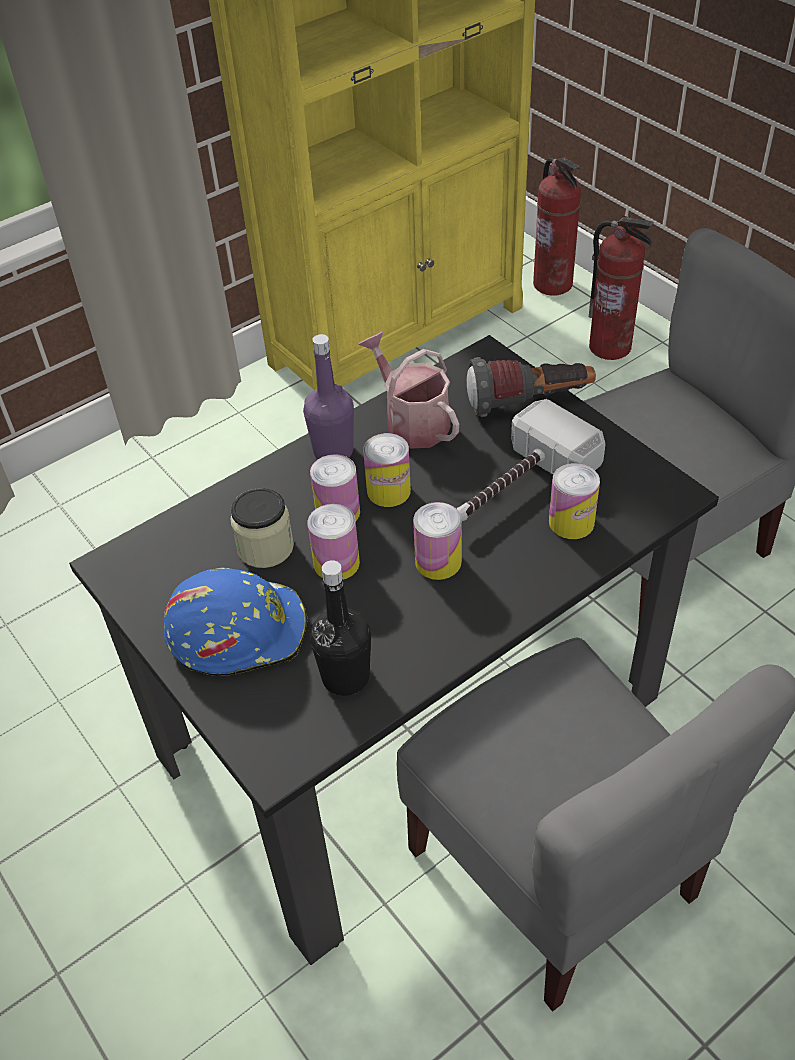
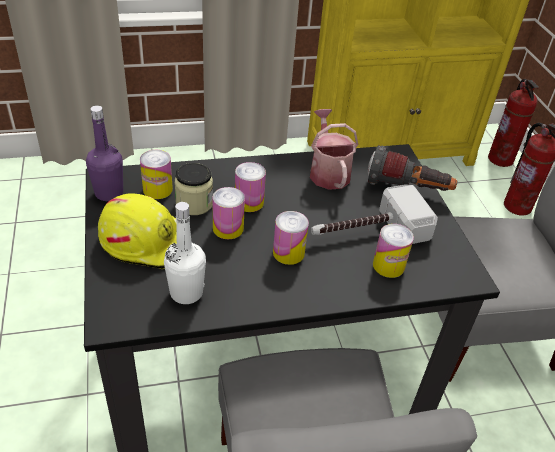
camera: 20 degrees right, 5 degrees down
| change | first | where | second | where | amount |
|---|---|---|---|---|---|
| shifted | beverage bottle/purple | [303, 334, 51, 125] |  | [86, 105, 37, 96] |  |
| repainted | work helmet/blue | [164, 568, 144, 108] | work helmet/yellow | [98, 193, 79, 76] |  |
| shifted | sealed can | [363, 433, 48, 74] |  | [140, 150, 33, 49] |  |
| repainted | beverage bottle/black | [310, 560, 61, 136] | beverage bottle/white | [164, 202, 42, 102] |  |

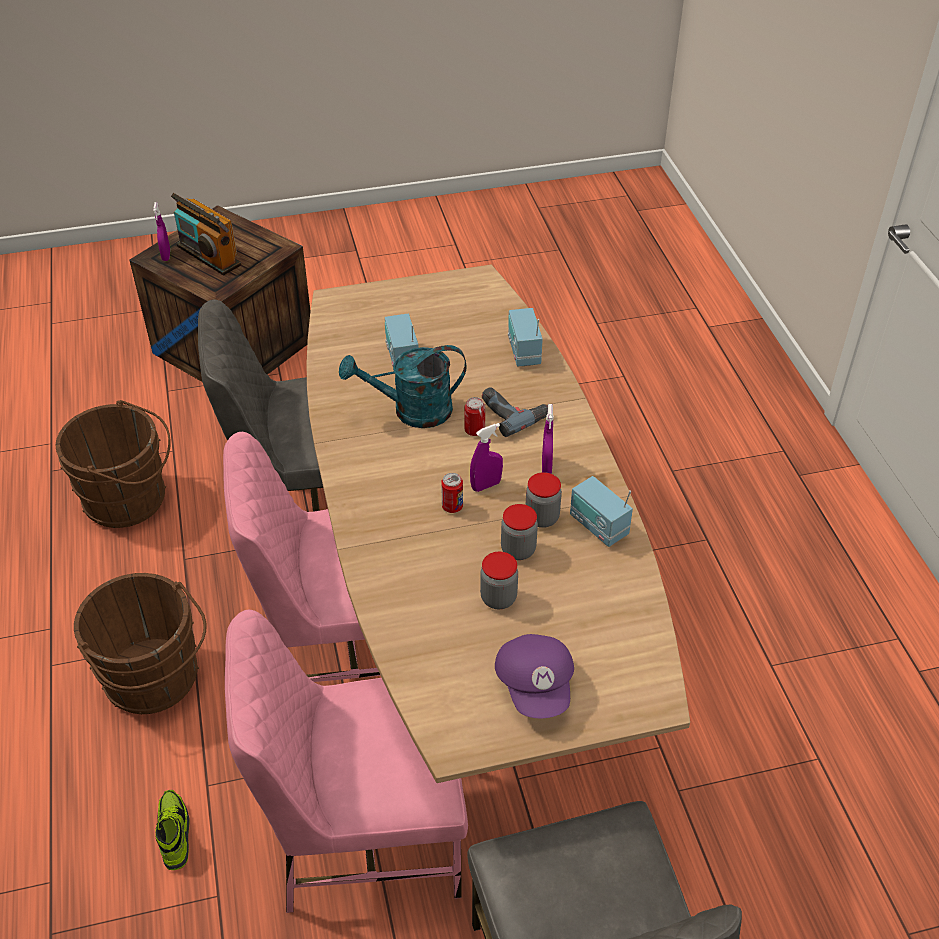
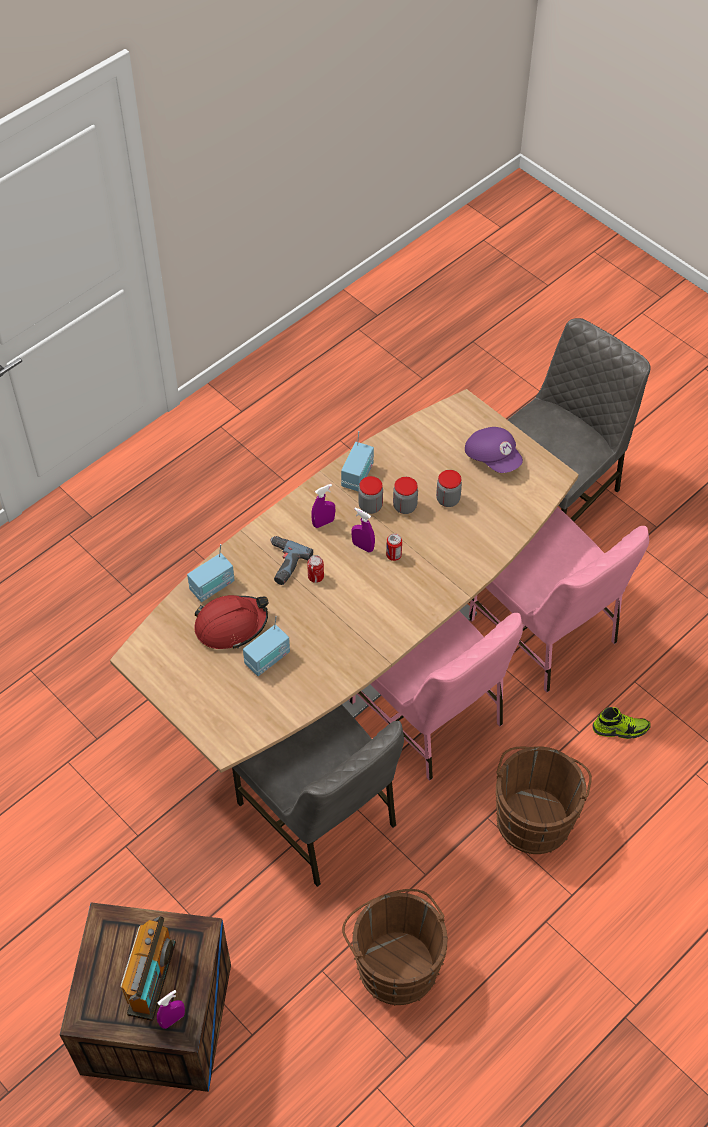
camera: 120 degrees left, 10 degrees up
| change | first | where | second | where | amount |
|---|---|---|---|---|---|
| new |  |  | work helmet/reddish | [195, 595, 74, 54] |  |
| rotated | peaked cap/purple | [495, 634, 79, 84] |  | [465, 427, 58, 46] | 90 degrees clockwise |
| rotated | item of footwear | [155, 790, 35, 80] |  | [593, 707, 58, 32] | 135 degrees counterclockwise |
| gone | sprinkling can/turquoise | [339, 345, 128, 83] |  |  |  |

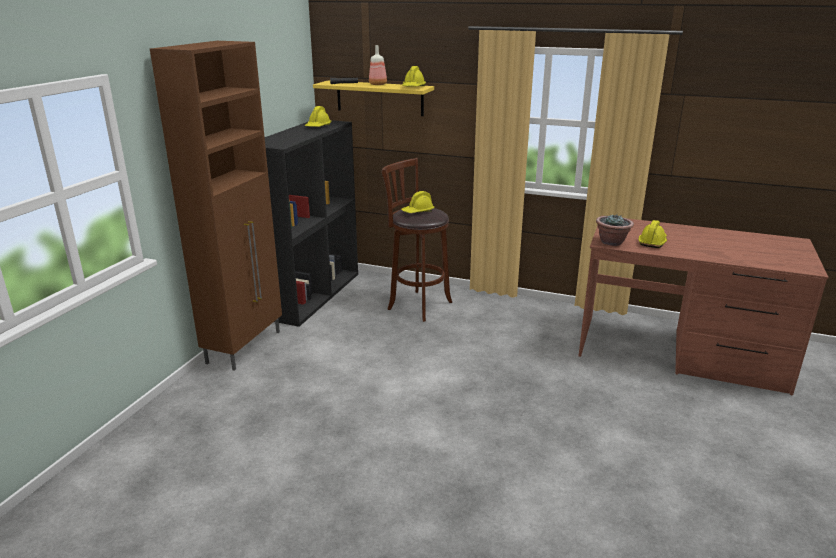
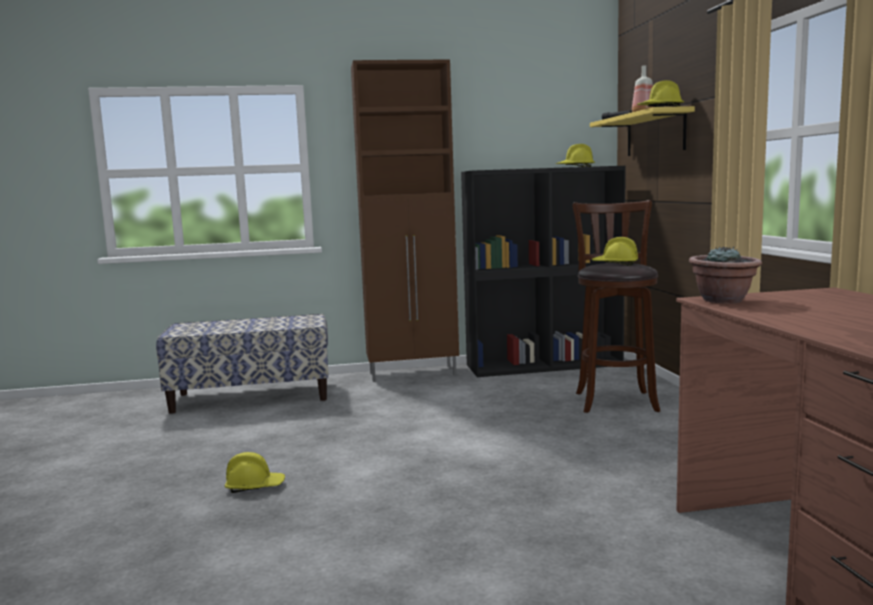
camera: 60 degrees right, 15 degrees down
| change | first | where | second | where | amount |
|---|---|---|---|---|---|
| new |  |  | bench | [156, 314, 173, 100] |  |
| shifted | work helmet/yellow | [639, 220, 28, 28] |  | [225, 452, 60, 41] |  |

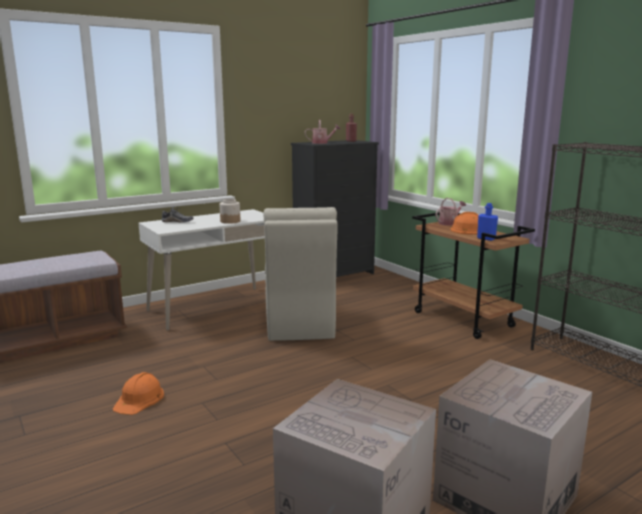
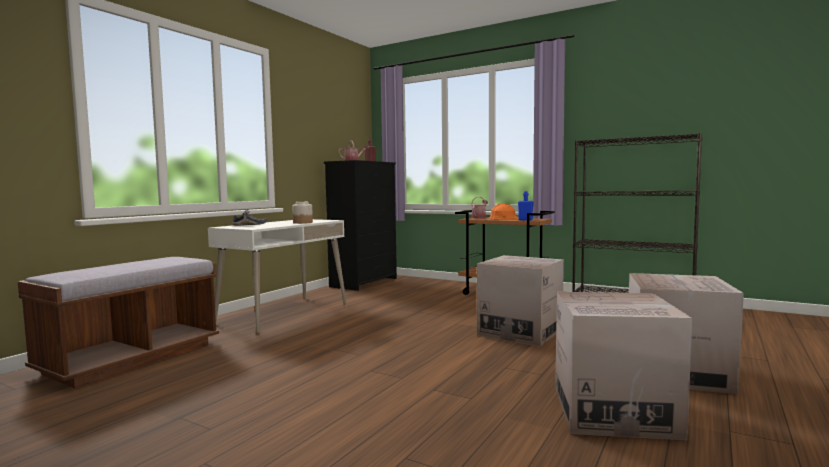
camera: 25 degrees left, 10 degrees down
| change | first | where | second | where | amount |
|---|---|---|---|---|---|
| new |  |  | cardboard box | [477, 255, 87, 92] |  |
| gone | work helmet/orange-coloured | [113, 372, 51, 43] |  |  |  |
| gone | plain chair/beige-coloured | [264, 207, 74, 134] |  |  |  |

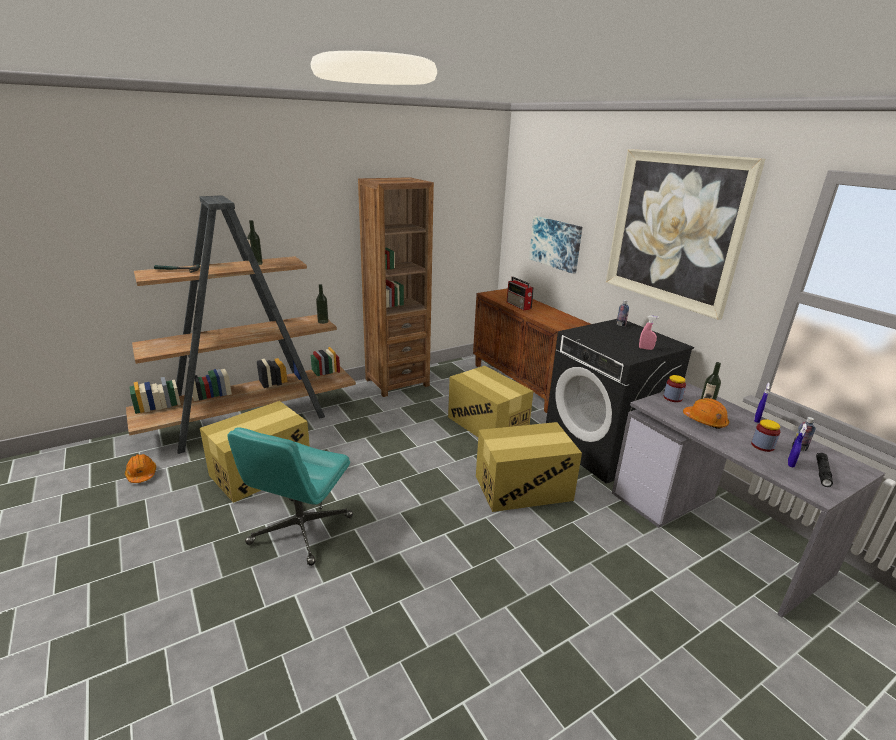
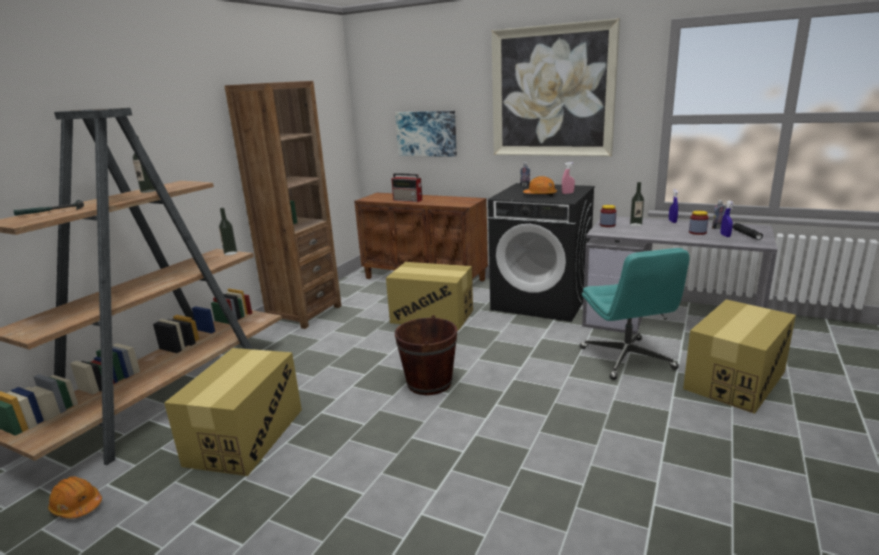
camera: 30 degrees left, 5 degrees down
| change | first | where | second | where | amount |
|---|---|---|---|---|---|
| new |  |  | bucket/brown-coloured | [395, 315, 62, 80] |  |
| shifted | work helmet/orange-coloured | [683, 398, 46, 31] |  | [523, 176, 34, 20] |  |
| shifted | desk chair/turquoise | [228, 427, 125, 139] |  | [580, 248, 110, 132] |  |
| shifted | cardboard box | [476, 422, 106, 90] |  | [683, 299, 113, 115] |  |

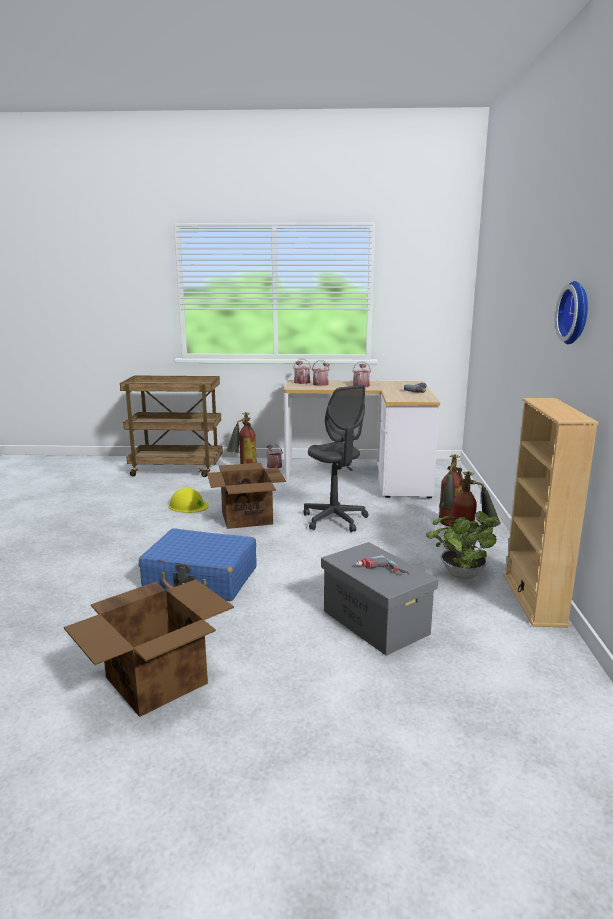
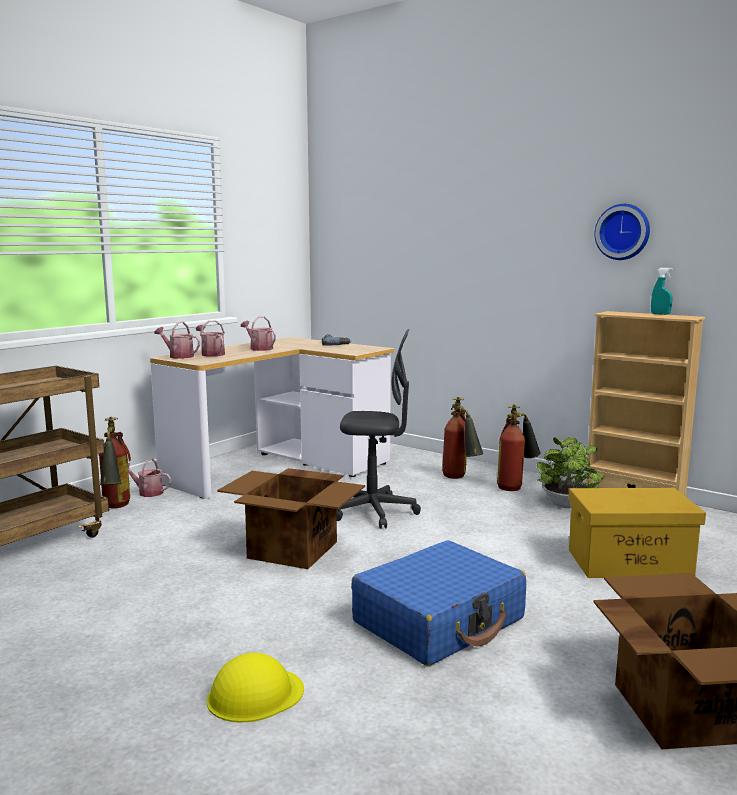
camera: 55 degrees left, 5 degrees down
| change | first | where | second | where | amount |
|---|---|---|---|---|---|
| shifted | work helmet/yellow | [168, 488, 41, 25] |  | [207, 653, 97, 69] |  |
| repainted | storage box/grey | [321, 542, 117, 114] | storage box/yellow | [569, 488, 137, 90] |  |
| new |  |  | hand sprayer/turquoise | [651, 268, 22, 47] |  |
| gone | power drill | [355, 555, 55, 20] |  |  |  |

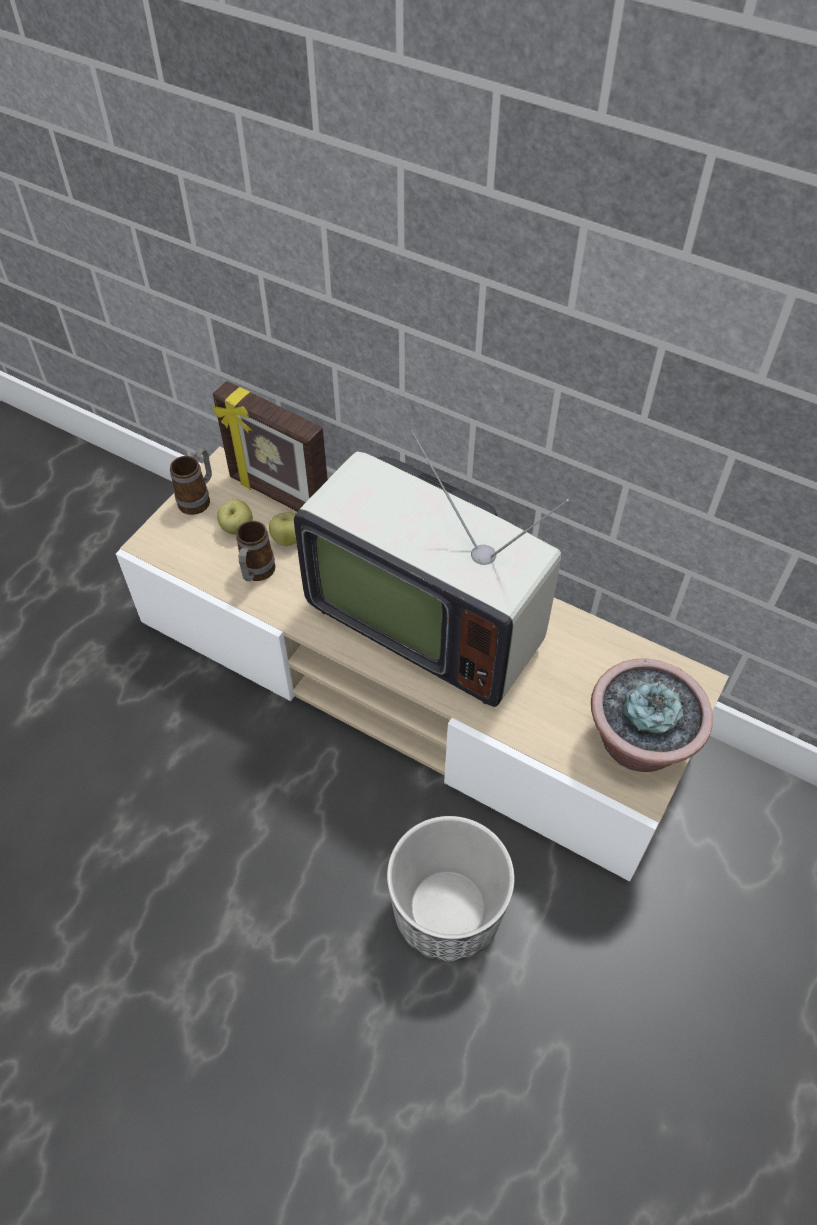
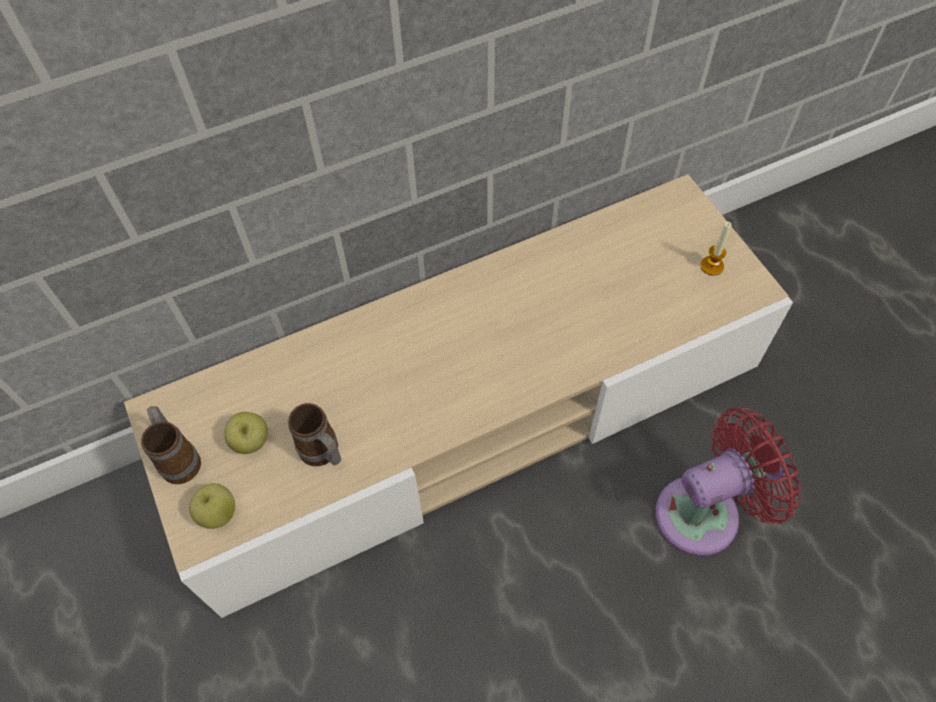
camera: 55 degrees left, 5 degrees up
| change | first | where | second | where | amount |
|---|---|---|---|---|---|
| shifted | apple fruit | [269, 512, 27, 34] |  | [189, 483, 46, 46] |  |
| swapped | plant pot | [387, 816, 128, 146] | cooling fan/reddish | [655, 408, 146, 148] |  |
| swapped | houseplant | [591, 659, 122, 113] | wax light | [701, 222, 31, 54] |  |
| gone | photo frame | [213, 381, 115, 131] |  |  |  |
| gone | television | [294, 429, 275, 278] |  |  |  |

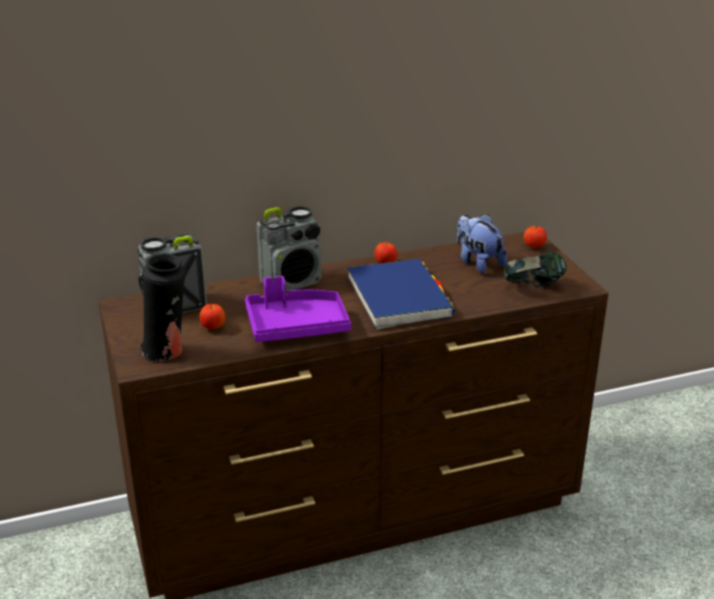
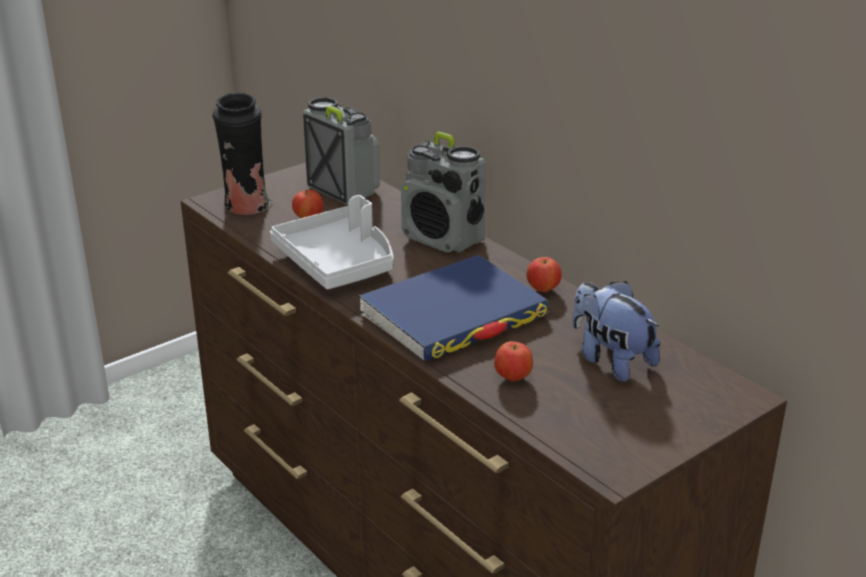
camera: 70 degrees right, 0 degrees up
| change | first | where | second | where | amount |
|---|---|---|---|---|---|
| repainted | tray/purple | [245, 276, 106, 66] | tray/grey | [270, 195, 123, 94] |  |
| shifted | apple fruit | [524, 226, 23, 23] |  | [494, 341, 39, 40] |  |
| rotated | cuddly toy | [457, 214, 50, 60] |  | [572, 281, 88, 101] | 75 degrees counterclockwise |
| gone | pair of headphones | [504, 252, 63, 35] |  |  |  |

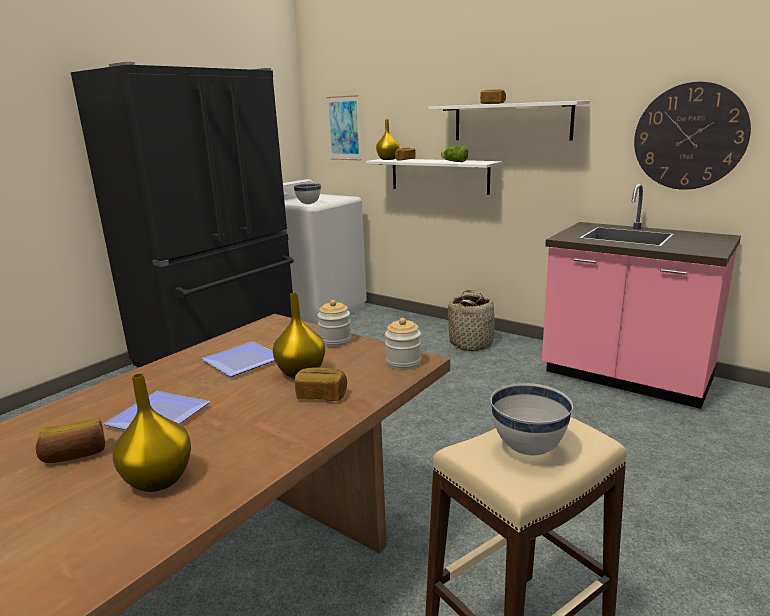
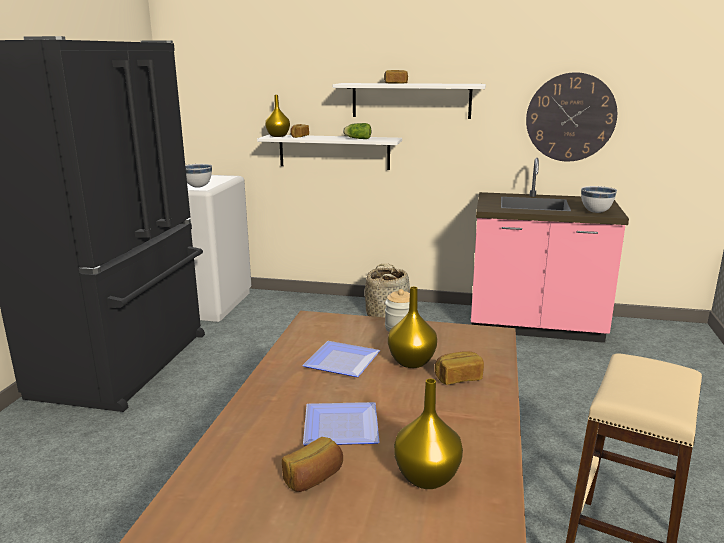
camera: 25 degrees left, 0 degrees up
| change | first | where | second | where | amount |
|---|---|---|---|---|---|
| shifted | bowl/white | [491, 383, 82, 72] |  | [581, 186, 36, 27] |  |
| gone | wall picture | [326, 95, 35, 65] |  |  |  |
| gone | preserve jar | [385, 318, 36, 52] |  |  |  |

